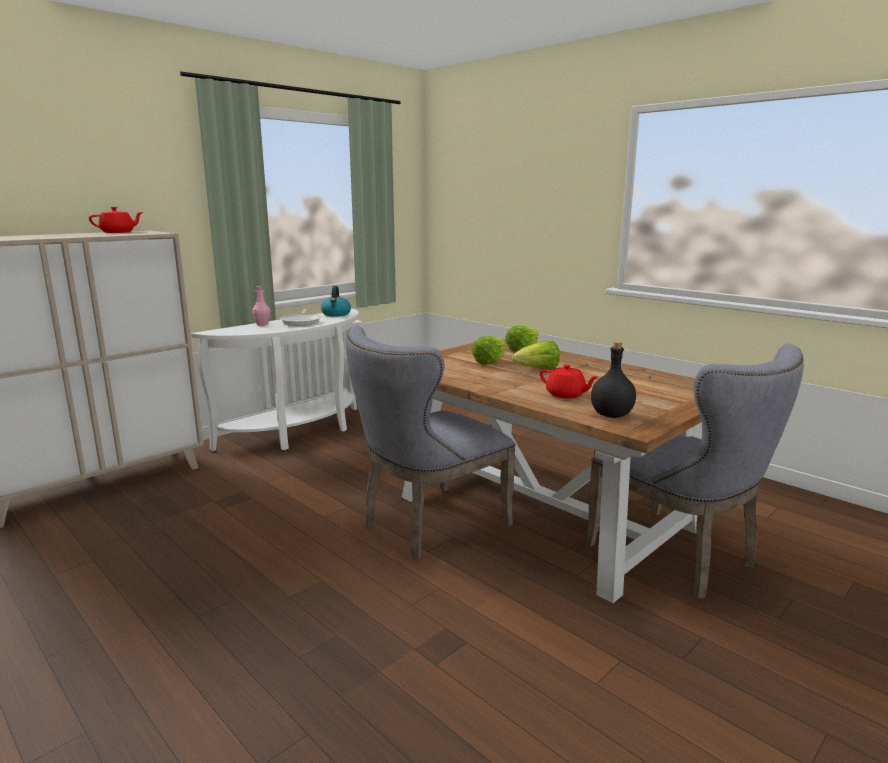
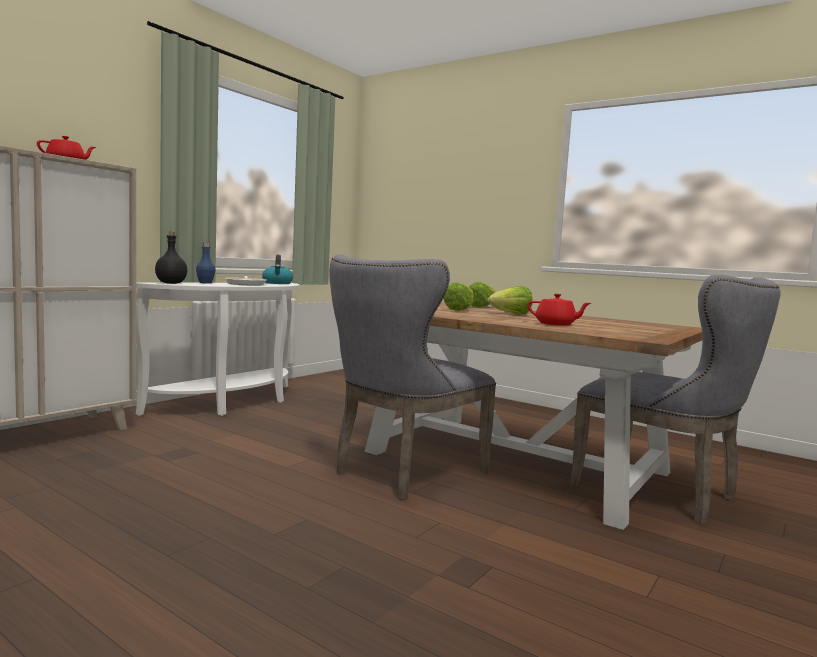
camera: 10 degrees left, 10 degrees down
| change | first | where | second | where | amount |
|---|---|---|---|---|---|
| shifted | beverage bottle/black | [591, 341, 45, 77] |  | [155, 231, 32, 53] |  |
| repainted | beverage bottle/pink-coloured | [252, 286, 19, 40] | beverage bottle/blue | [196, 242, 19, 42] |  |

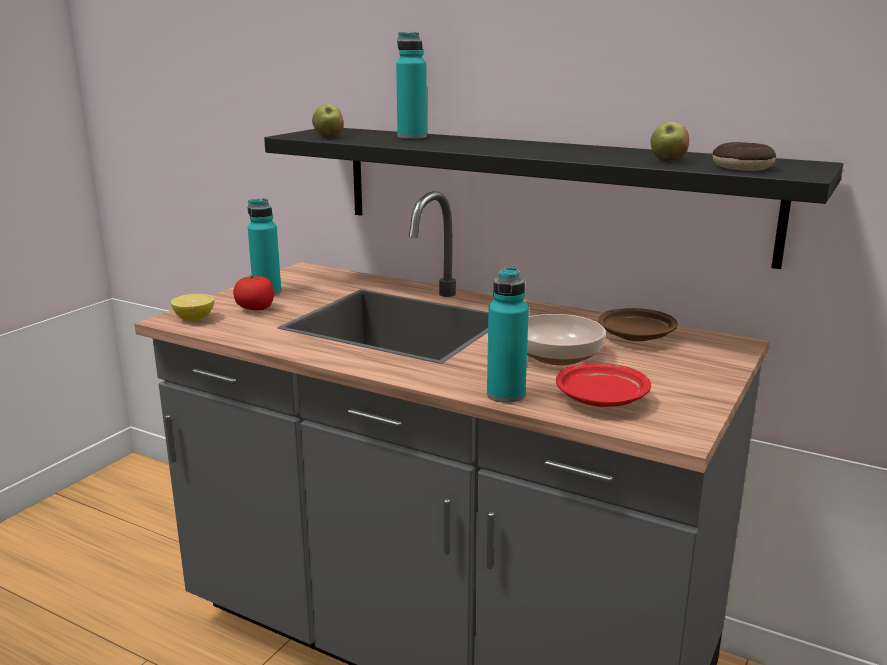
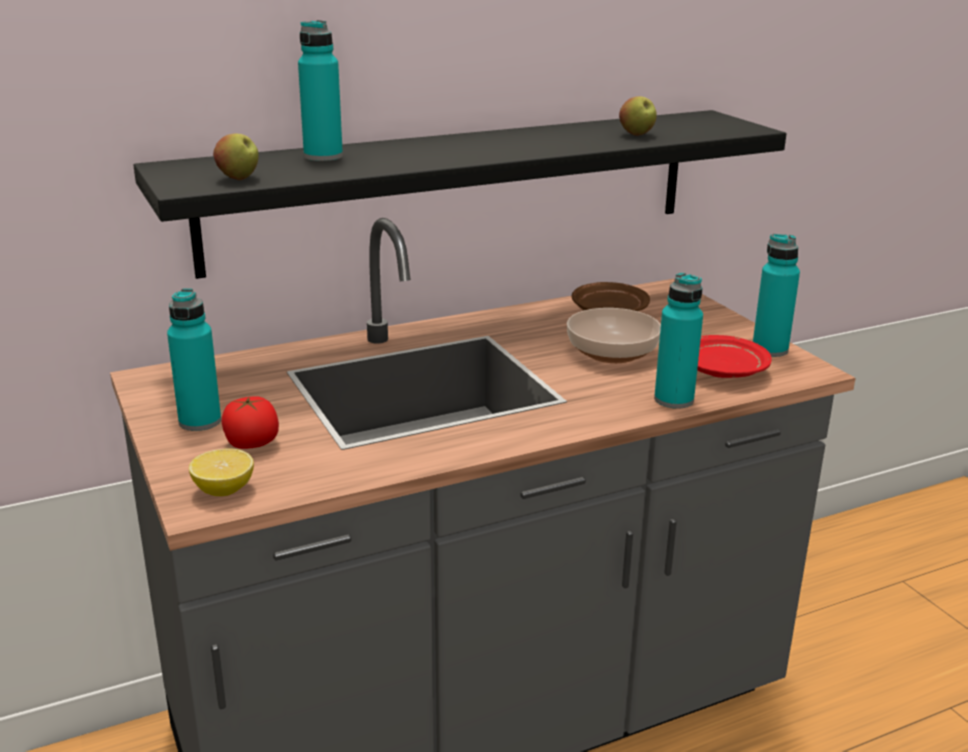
camera: 55 degrees left, 5 degrees up
| change | first | where | second | where | amount |
|---|---|---|---|---|---|
| new |  |  | beverage bottle/turquoise | [753, 234, 47, 123] |  |
| gone | doughnut | [712, 142, 64, 29] |  |  |  |

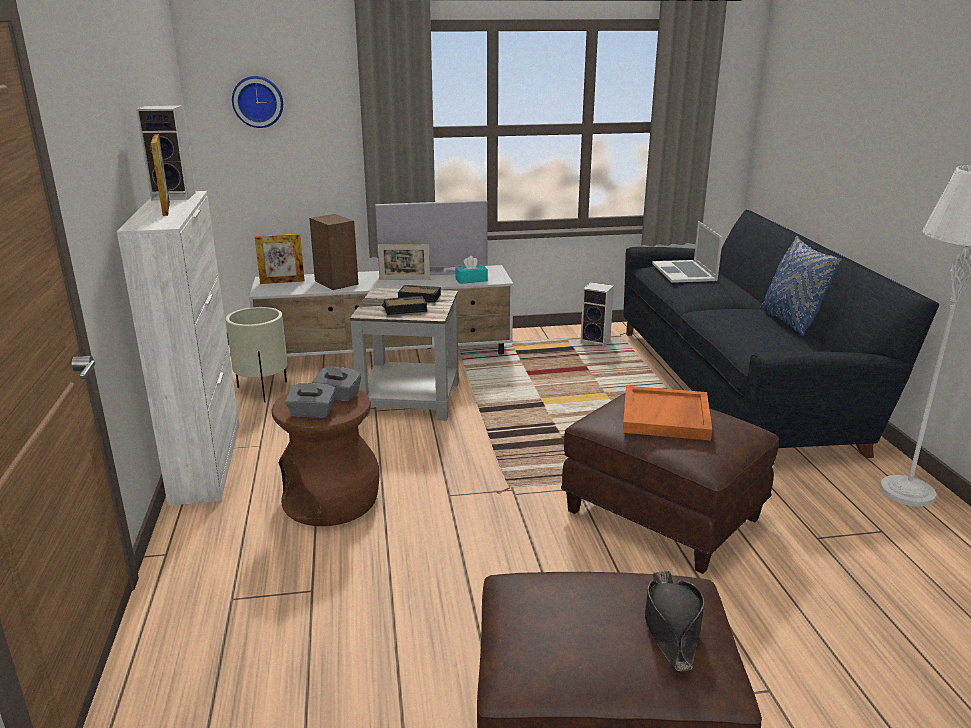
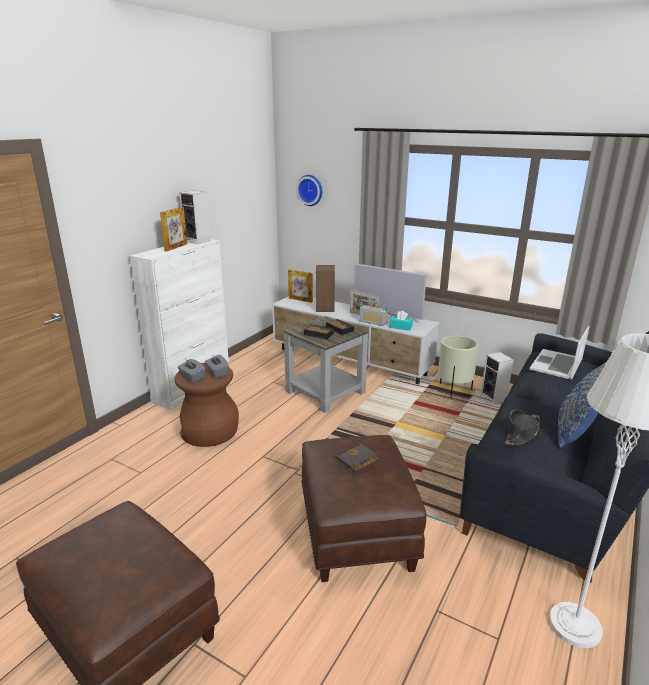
camera: 40 degrees right, 0 degrees up
| change | first | where | second | where | amount |
|---|---|---|---|---|---|
| swapped | tray/orange-coloured | [623, 386, 89, 54] | bound book/black | [336, 444, 42, 28] |  |
| new |  |  | radio set | [359, 300, 29, 26] |  |
| shifted | plant pot/beige-coloured | [226, 307, 62, 95] |  | [438, 335, 41, 64] |  |
| shifted | hat/black | [645, 571, 59, 100] |  | [505, 410, 35, 35] |  |

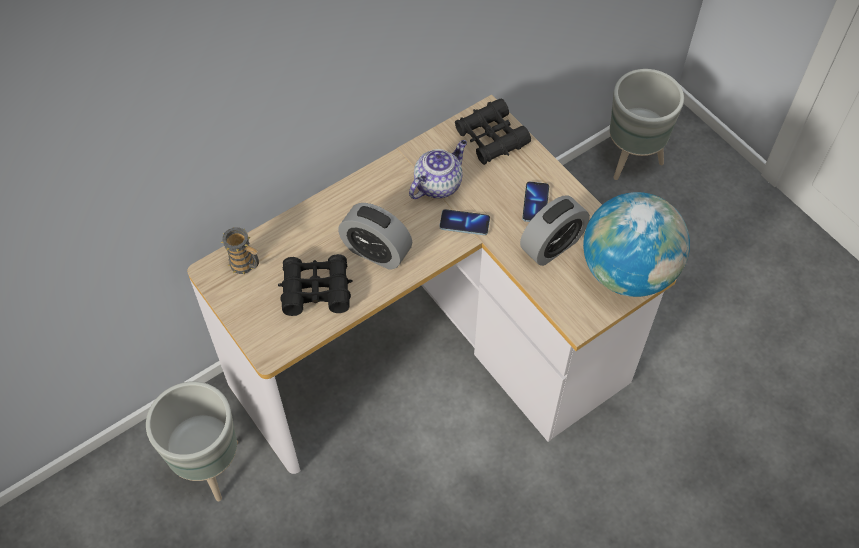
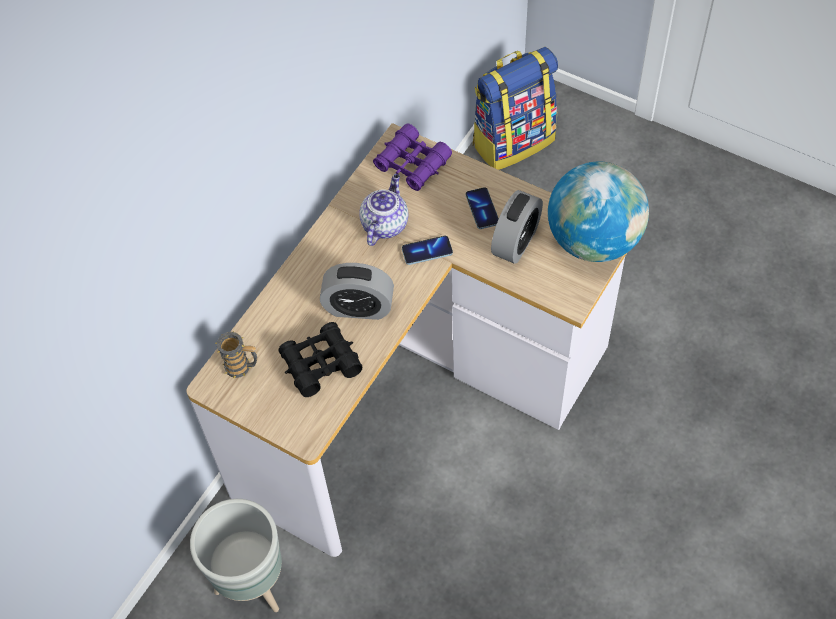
camera: 20 degrees left, 0 degrees up
| change | first | where | second | where | amount |
|---|---|---|---|---|---|
| repainted | binoculars/black | [455, 98, 76, 67] | binoculars/purple | [373, 123, 79, 68] |  |
| swapped | plant pot/grey | [610, 69, 74, 111] | rucksack | [473, 47, 85, 123] |  |

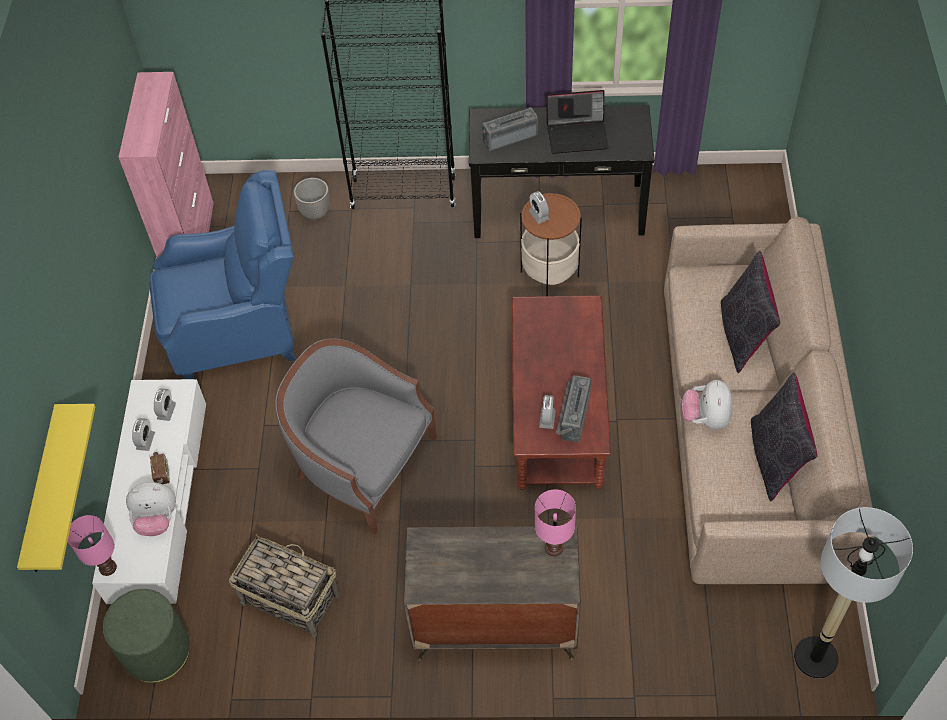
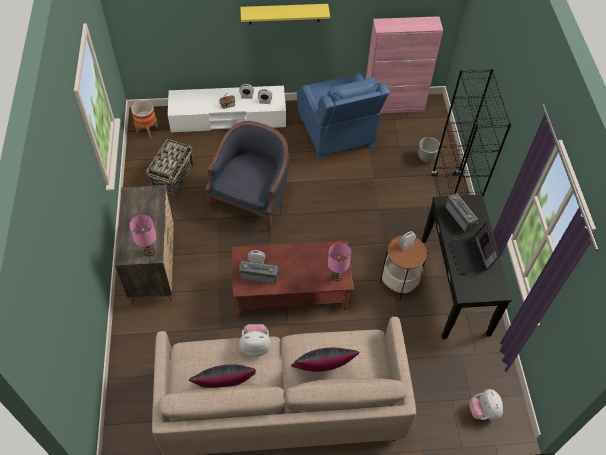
camera: 80 degrees right, 0 degrees up
| change | first | where | second | where | amount |
|---|---|---|---|---|---|
| swapped | pouffe/greenish | [103, 589, 87, 94] | plant pot | [131, 100, 27, 38] |  |
| repainted | armchair/grey | [275, 338, 162, 196] | armchair/blue | [206, 121, 83, 110] |  |
| shifted | shelf/yellow | [17, 404, 78, 168] |  | [240, 4, 90, 21] |  |
| shifted | lamp for a table/pink-coloured | [68, 515, 49, 61] |  | [328, 243, 23, 38] |  |
| shifted | cuddly toy | [126, 482, 50, 54] |  | [469, 389, 34, 31] |  |
| gone | standard lamp | [794, 507, 119, 172] |  |  |  |

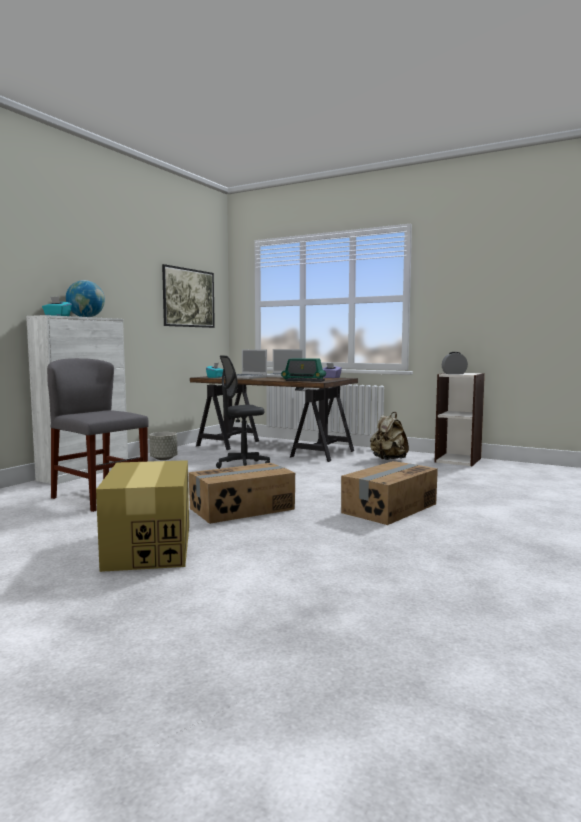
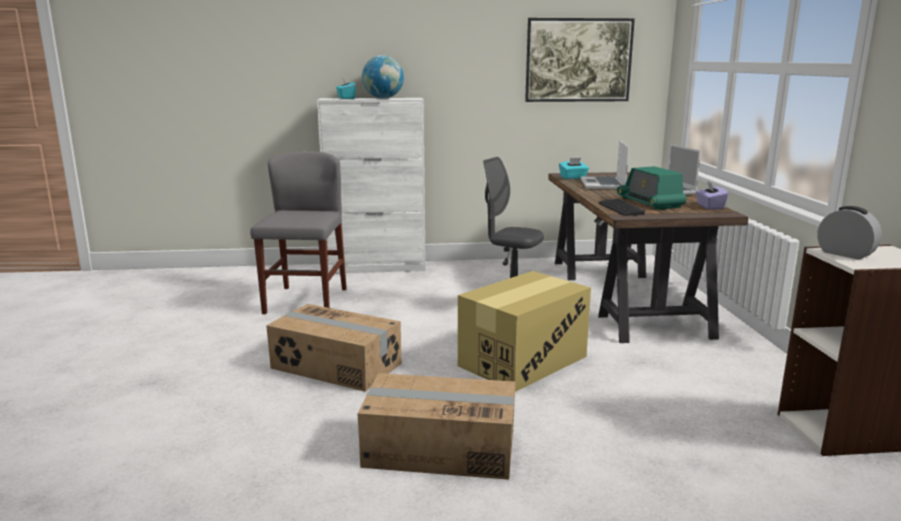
camera: 55 degrees right, 10 degrees up
| change | first | where | second | where | amount |
|---|---|---|---|---|---|
| shifted | cardboard box | [96, 460, 93, 112] |  | [458, 271, 133, 121] |  |
| gone | plant pot/grey | [149, 432, 28, 28] |  |  |  |
| gone | rucksack/beige-coloured | [370, 412, 39, 48] |  |  |  |

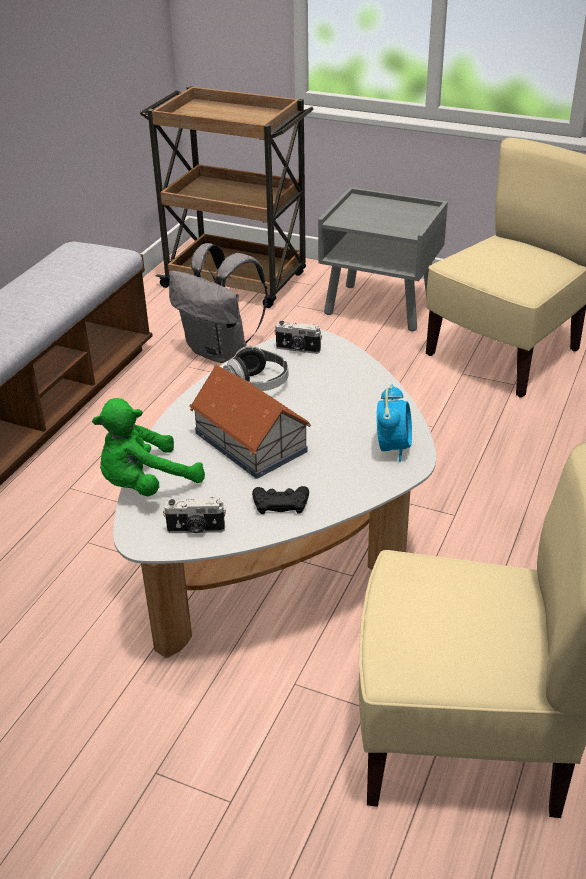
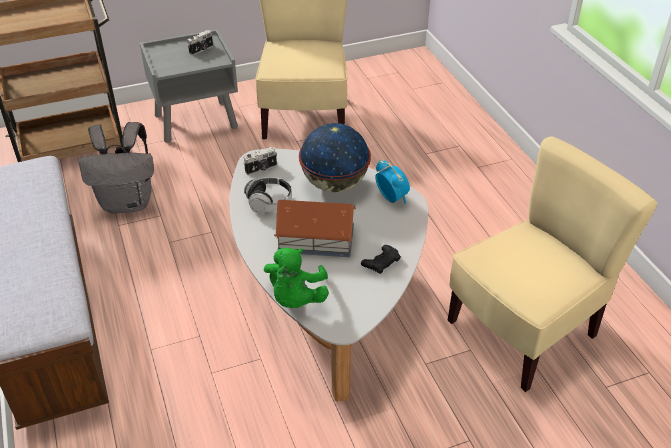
camera: 45 degrees left, 5 degrees up
| change | first | where | second | where | amount |
|---|---|---|---|---|---|
| shifted | photo camera | [163, 497, 63, 36] |  | [188, 30, 25, 25] |  |
| new |  |  | desk globe | [299, 123, 72, 69] |  |

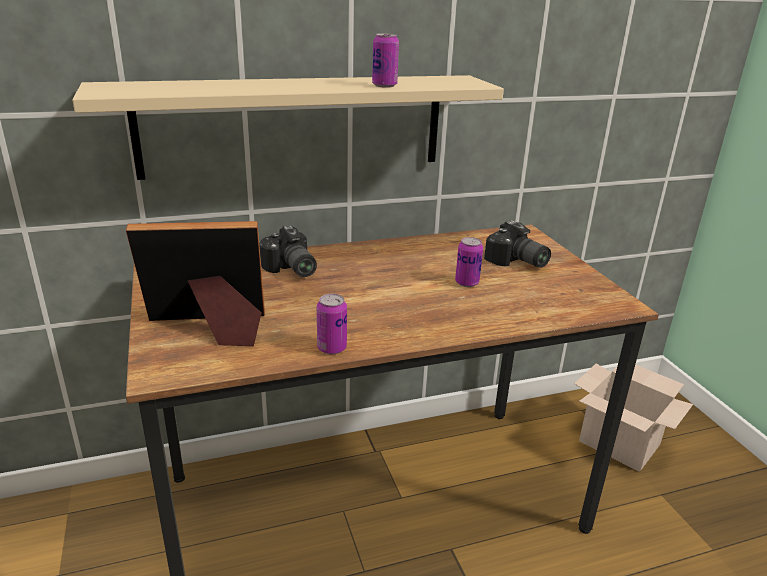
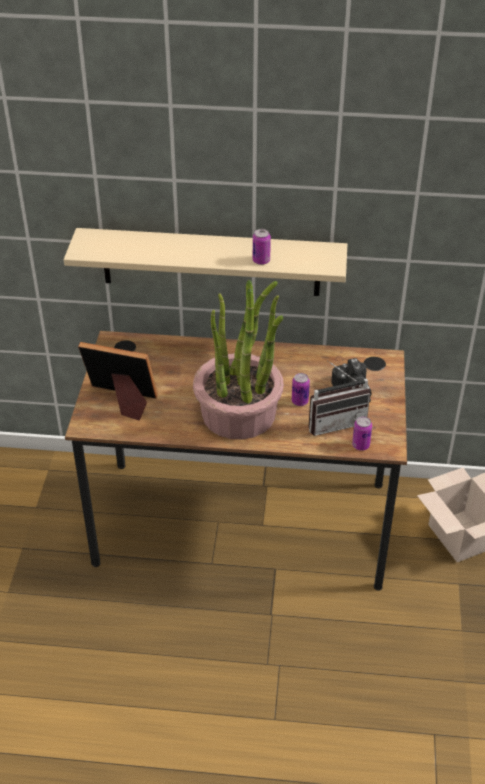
camera: 25 degrees right, 15 degrees up
| change | first | where | second | where | amount |
|---|---|---|---|---|---|
| new |  |  | houseplant | [193, 280, 91, 160] |  |
| new |  |  | radio set | [309, 360, 62, 76] |  |
| shifted | sealed can | [317, 294, 30, 60] |  | [352, 416, 20, 35] |  |
| gone | photo camera | [259, 226, 58, 51] |  |  |  |

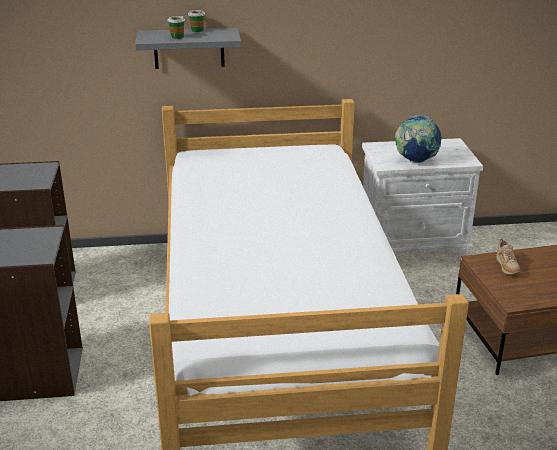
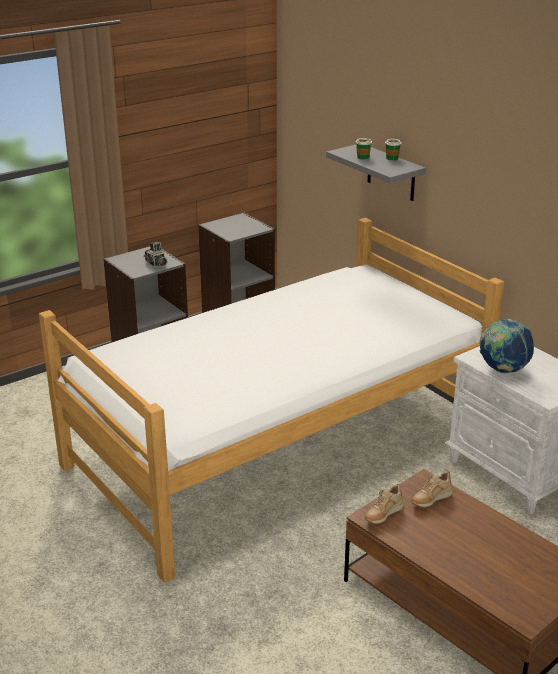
camera: 60 degrees right, 0 degrees up
| change | first | where | second | where | amount |
|---|---|---|---|---|---|
| new |  |  | photo camera | [144, 241, 23, 26] |  |
| new |  |  | item of footwear/beige-coloured | [365, 484, 38, 40] |  |

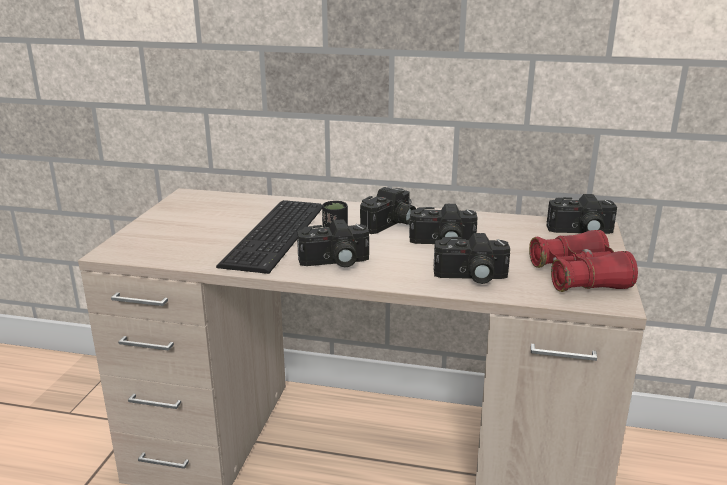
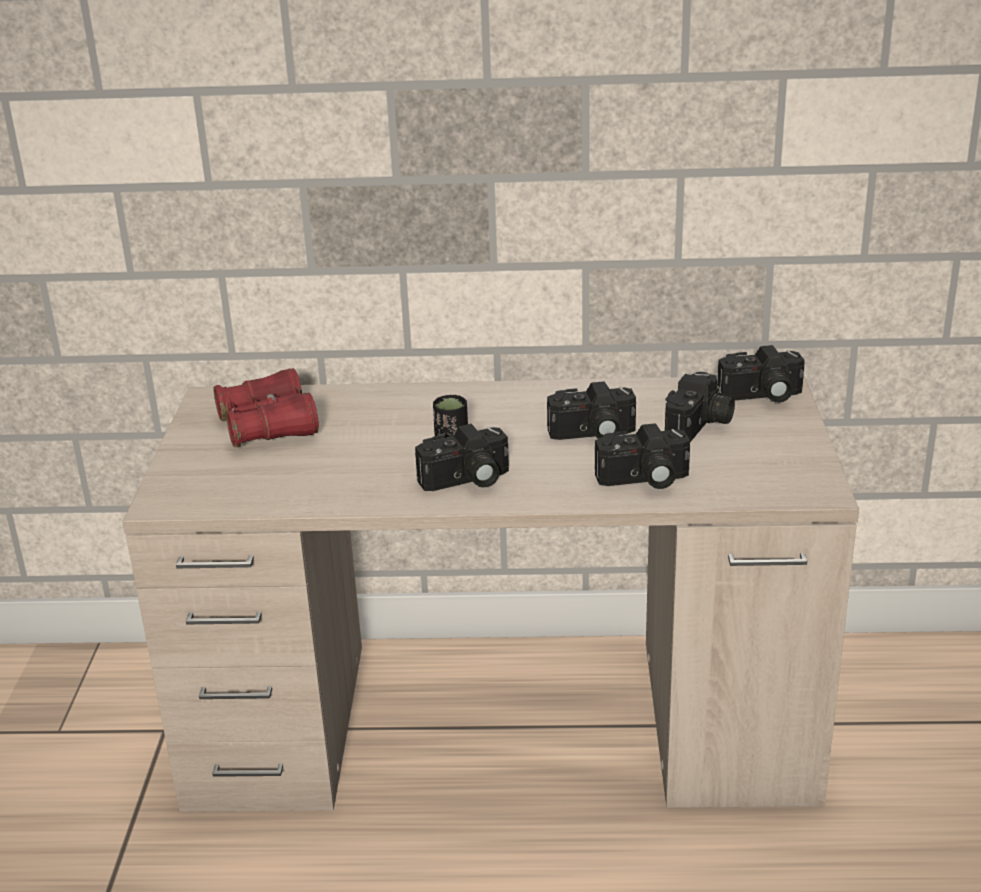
camera: 10 degrees left, 5 degrees up
| change | first | where | second | where | amount |
|---|---|---|---|---|---|
| shifted | binoculars/reddish | [529, 230, 109, 62] |  | [214, 368, 105, 79] |  |
| shifted | photo camera | [360, 187, 56, 47] |  | [665, 372, 70, 70] |  |
| gone | computer keyboard | [216, 200, 106, 74] |  |  |  |

